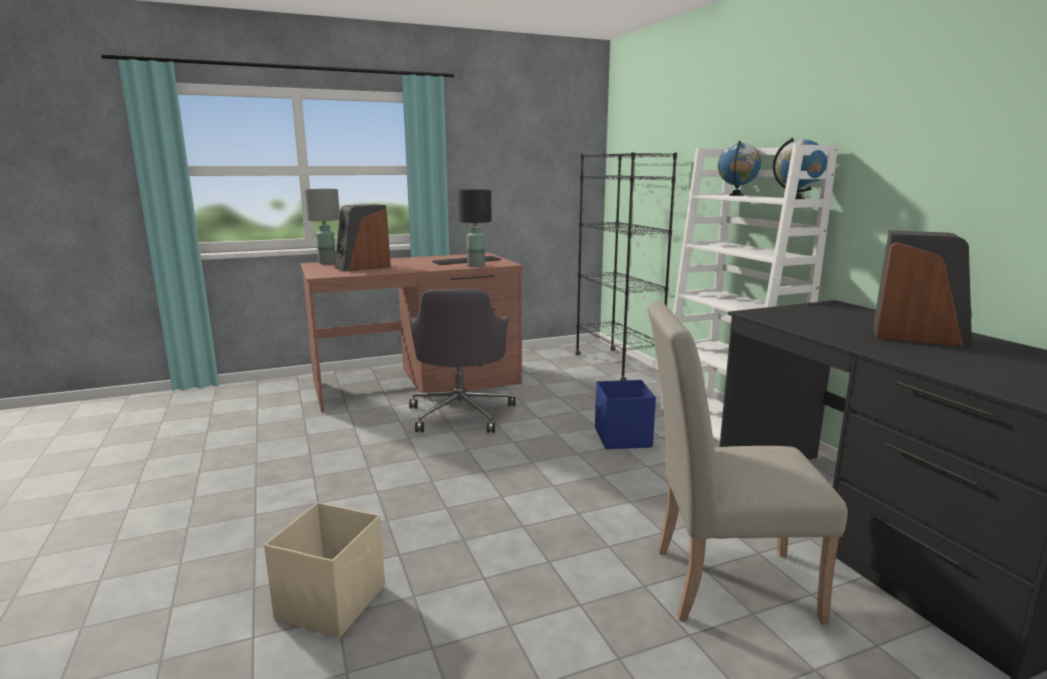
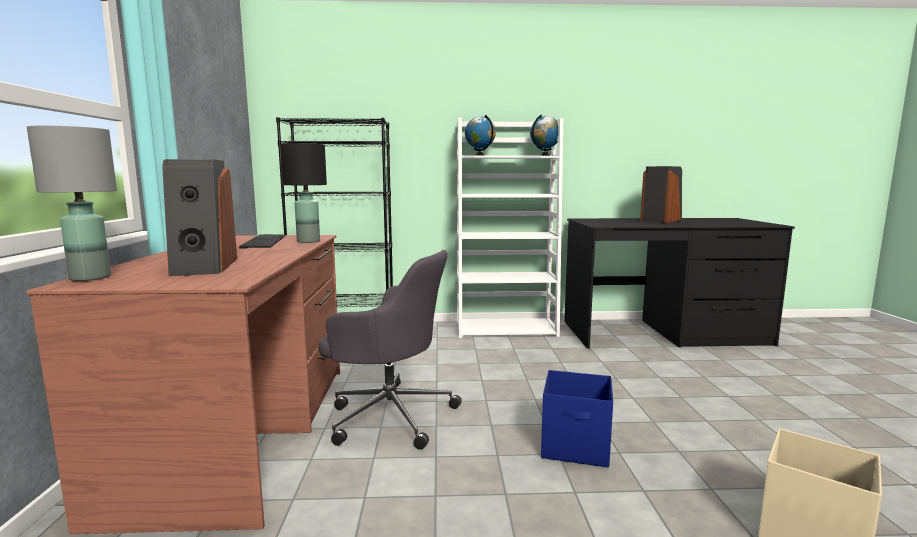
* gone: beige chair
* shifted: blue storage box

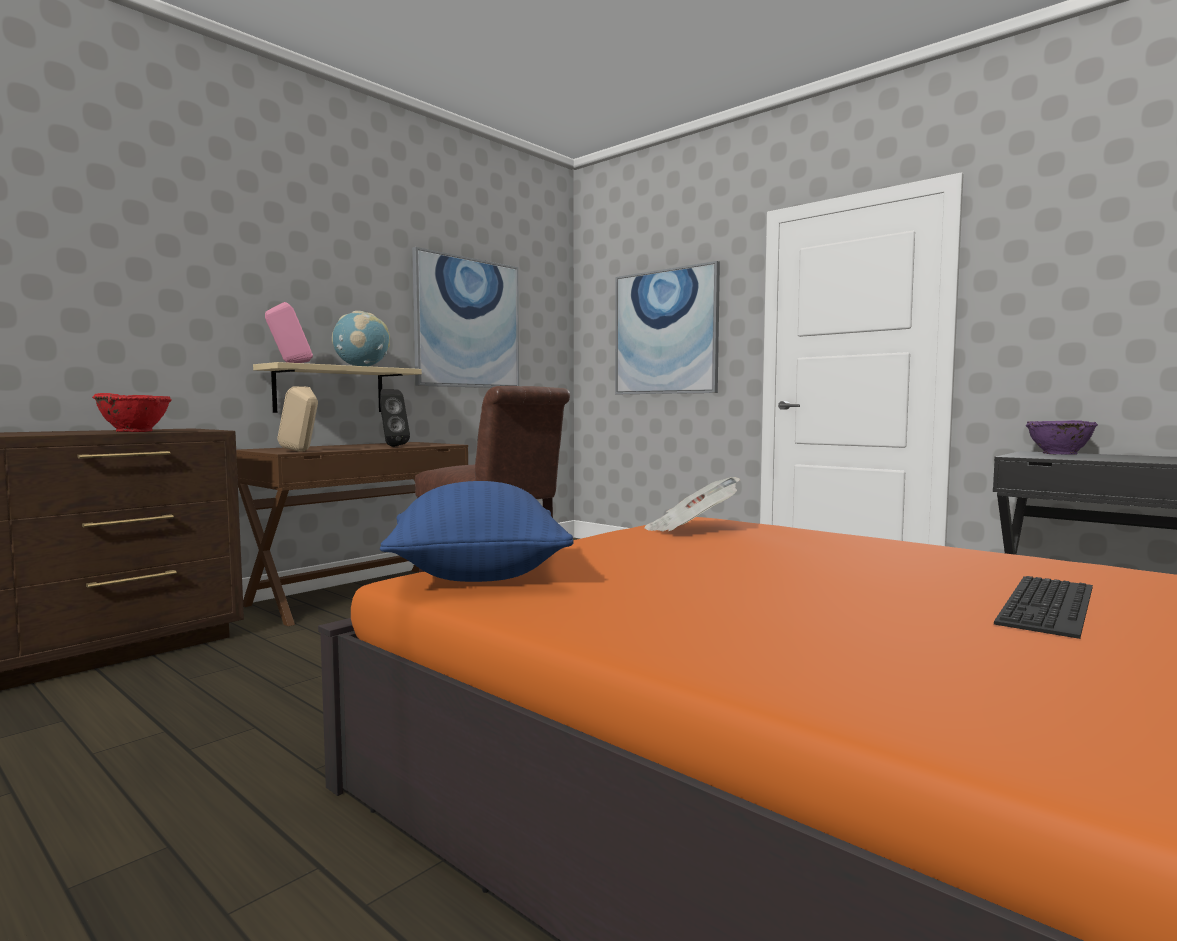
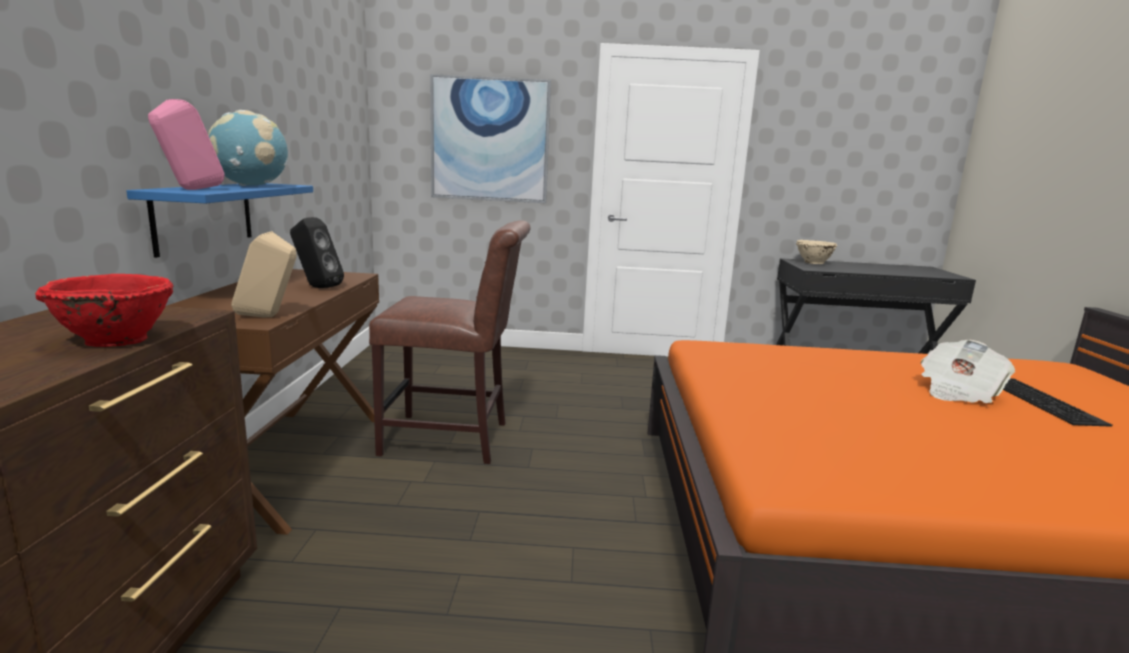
* gone: picture (no. 1 from left)
* repainted: beige shelf to blue shelf
* repainted: purple bowl to beige bowl
* shifted: newspaper
* gone: blue pillow

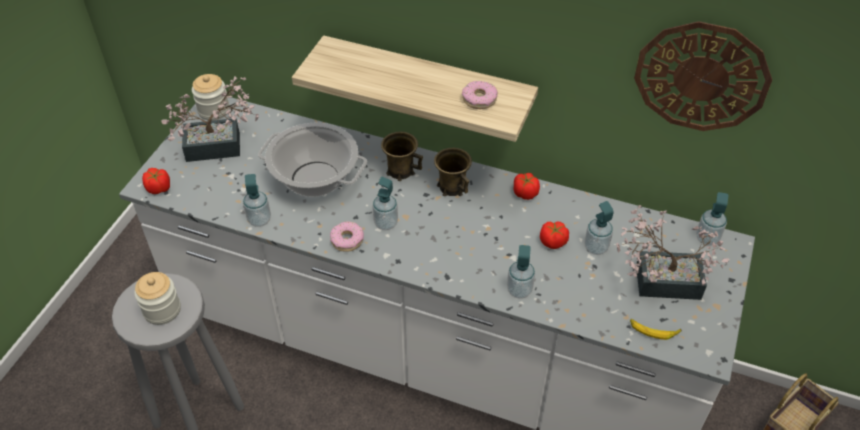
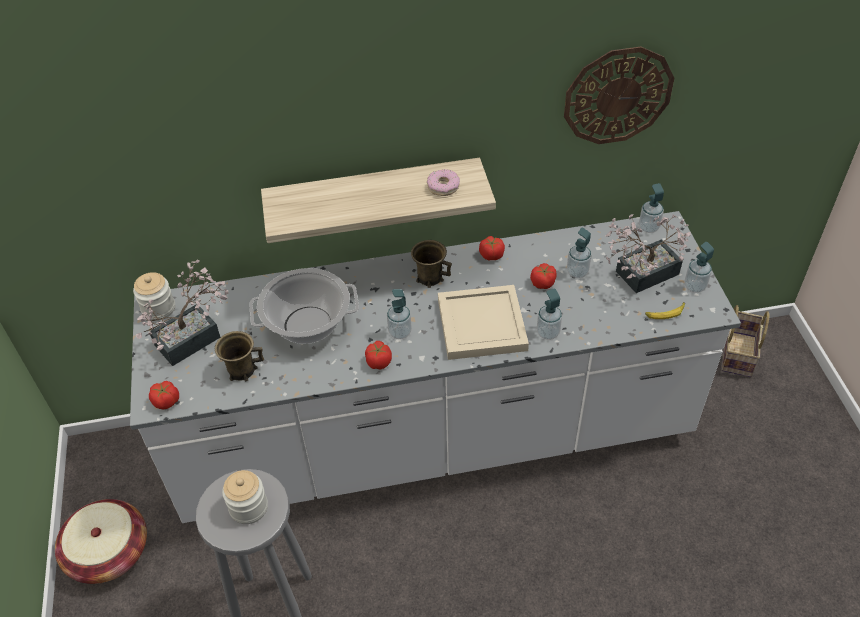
* shifted: brown mug (no. 1 from left)
* shifted: soap dispenser (no. 1 from left in the first image) to soap dispenser (no. 5 from left)
* swapped: donut (no. 1 from left) to tomato (no. 2 from left)
* new: beige tray
* new: basket (no. 1 from left)

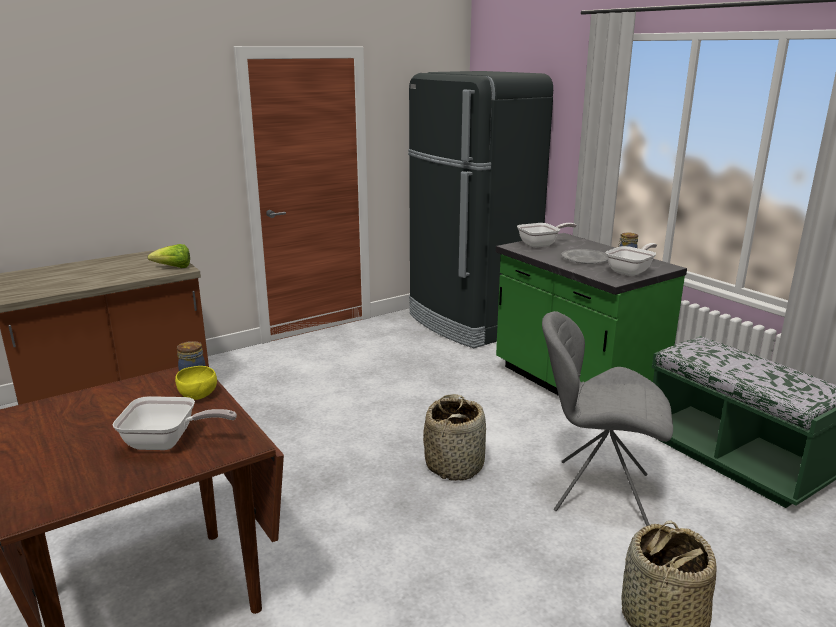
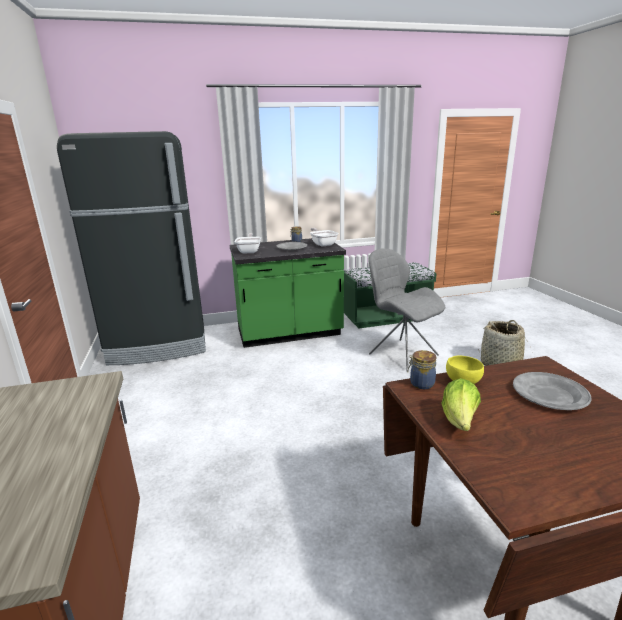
* shifted: lettuce
* rotated: grey chair 105 degrees clockwise
* gone: basket (no. 1 from left)
* swapped: frying pan (no. 1 from left) to grey plate (no. 2 from left)

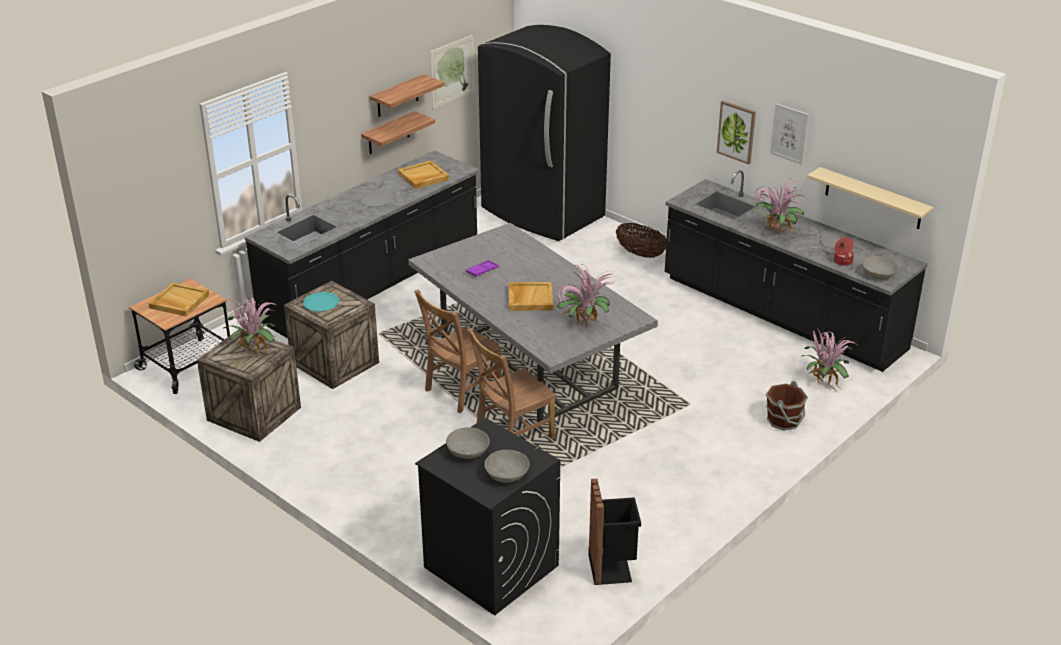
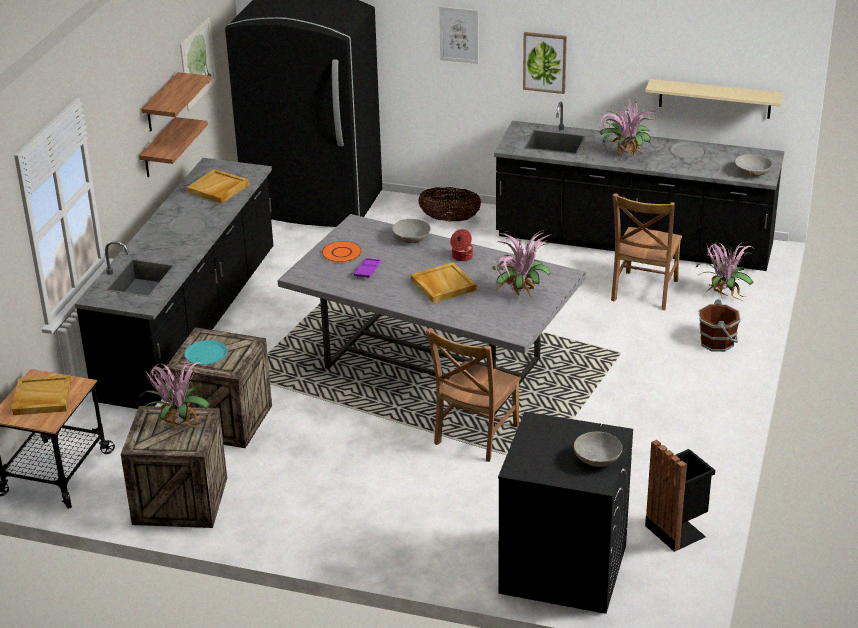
* shifted: picture (no. 3 from left in the first image) to picture (no. 2 from left)
* shifted: cooking pot
* shifted: brown chair (no. 1 from left in the first image) to brown chair (no. 2 from left)
* shifted: grey bowl (no. 1 from left)
* new: orange plate

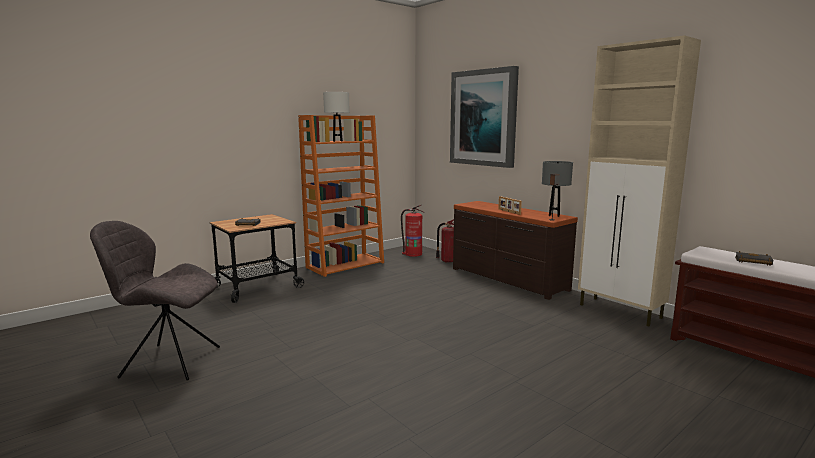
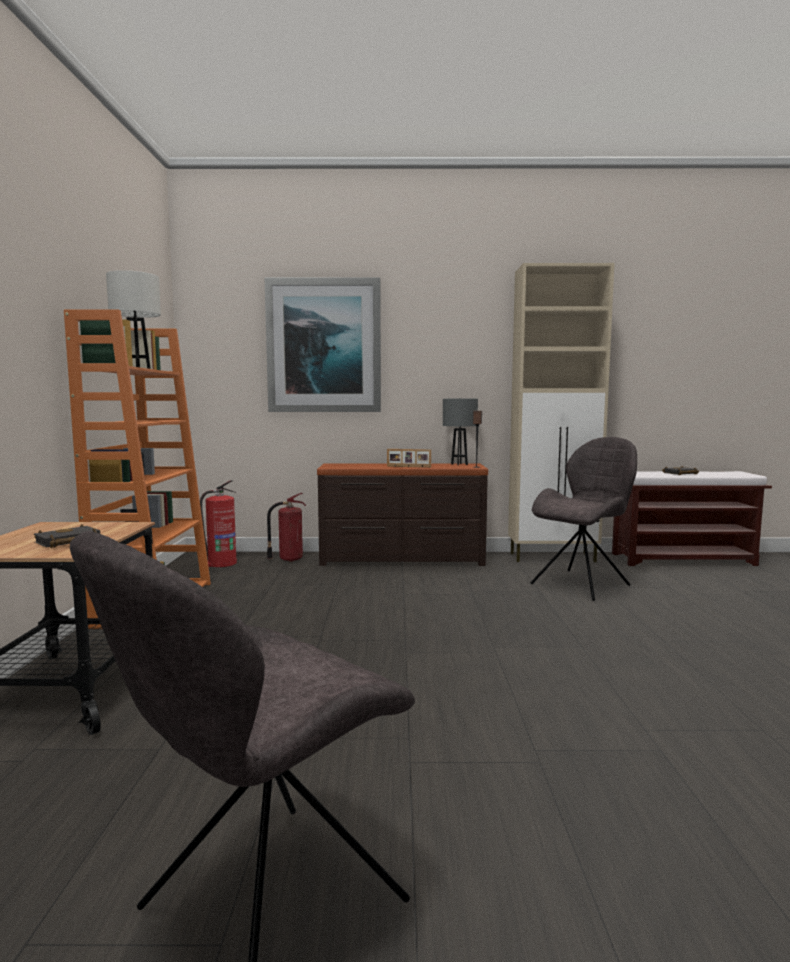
* new: grey chair (no. 2 from left)

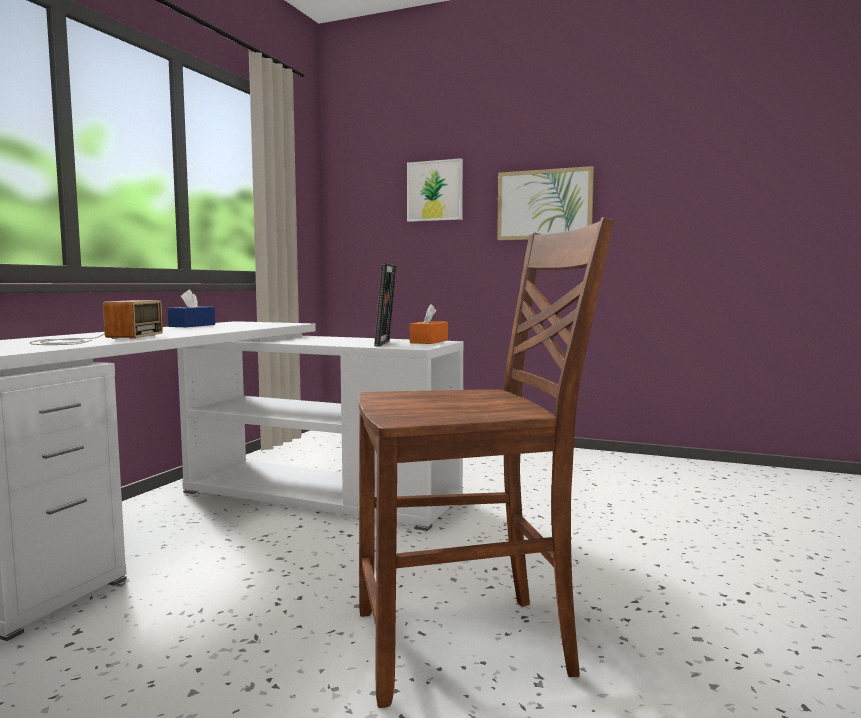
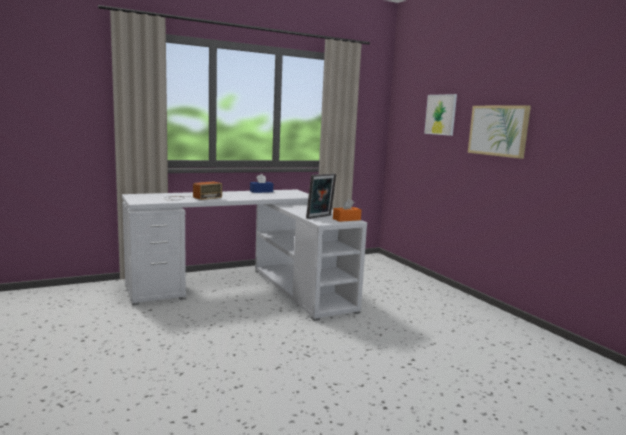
* gone: brown chair

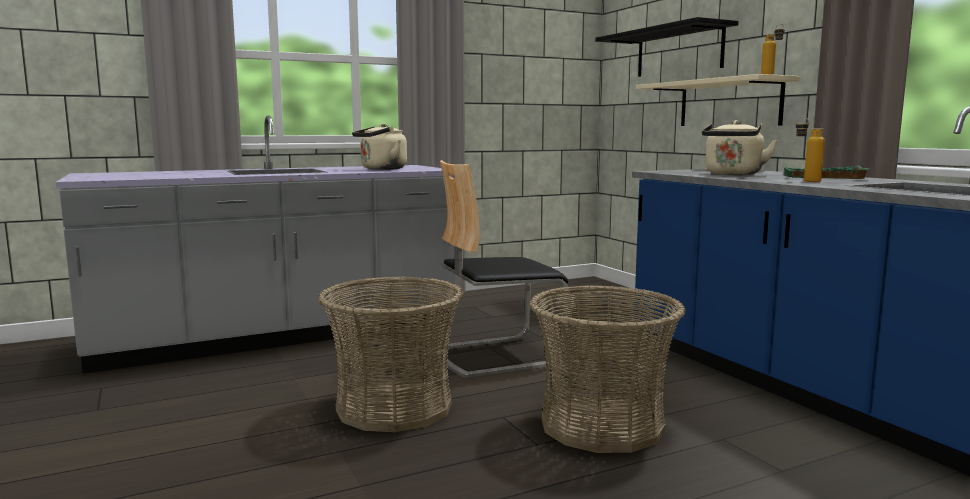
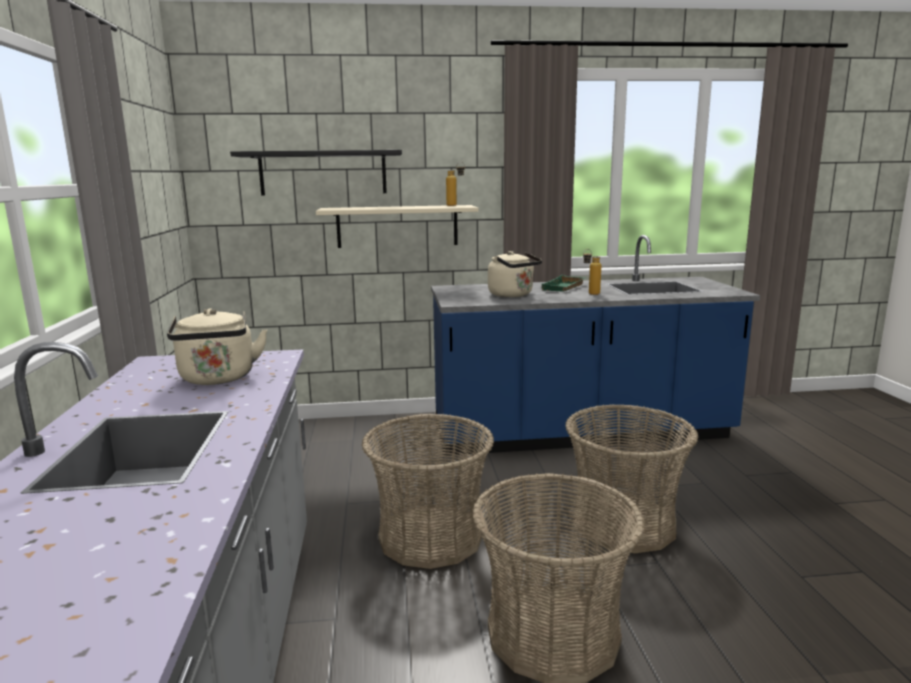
* swapped: chair to basket (no. 1 from left)

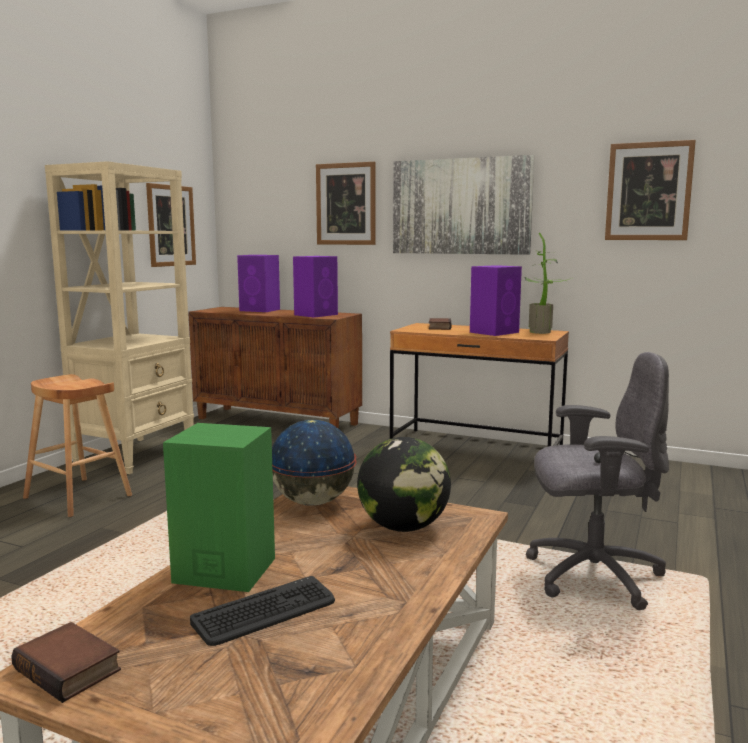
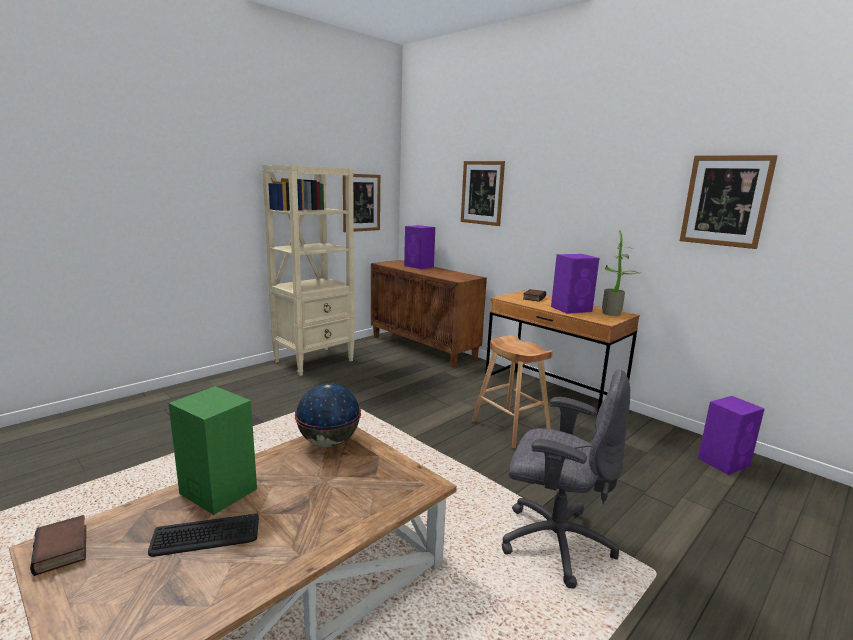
* gone: picture (no. 3 from left)
* shifted: purple speaker (no. 2 from left in the first image) to purple speaker (no. 3 from left)
* shifted: brown stool
* gone: globe (no. 2 from left)

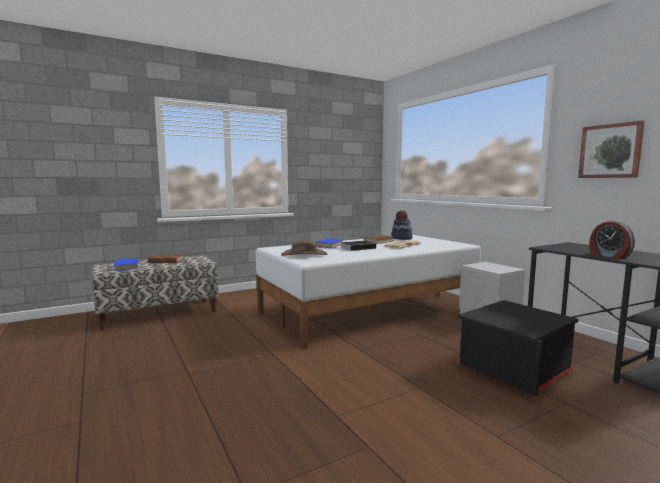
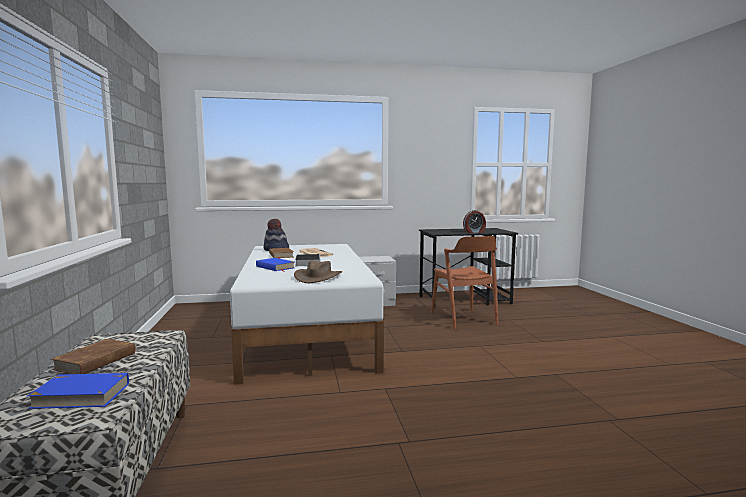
* gone: picture
* swapped: black storage box to brown chair

